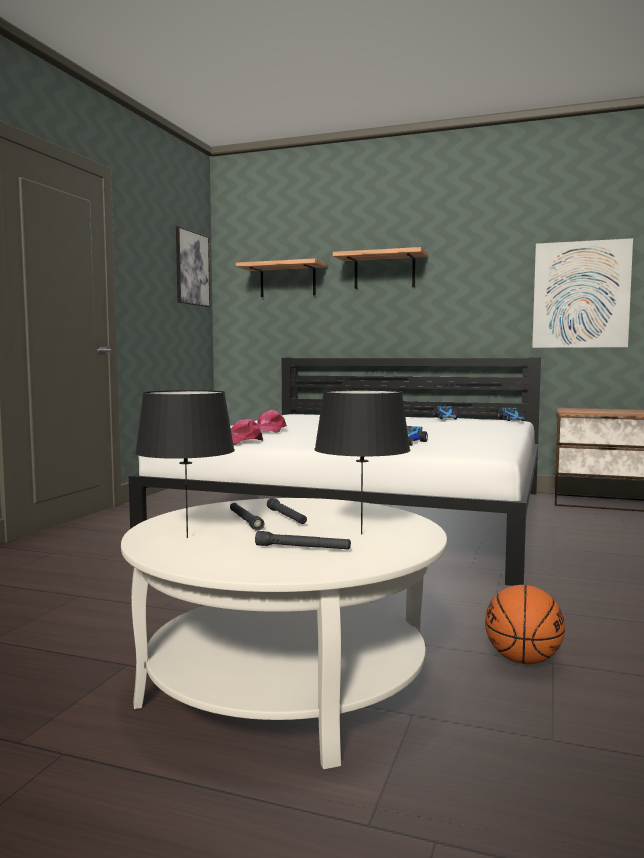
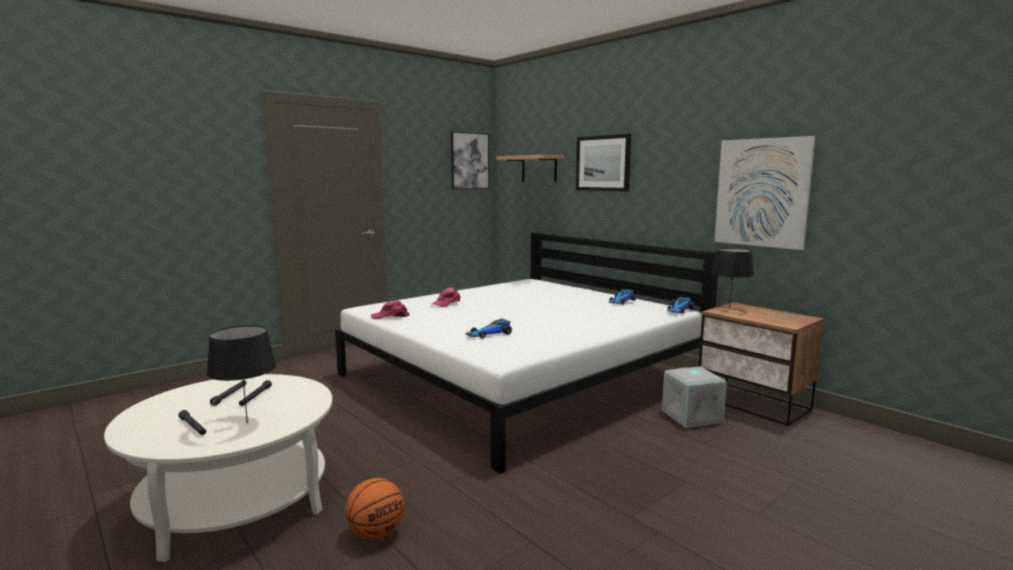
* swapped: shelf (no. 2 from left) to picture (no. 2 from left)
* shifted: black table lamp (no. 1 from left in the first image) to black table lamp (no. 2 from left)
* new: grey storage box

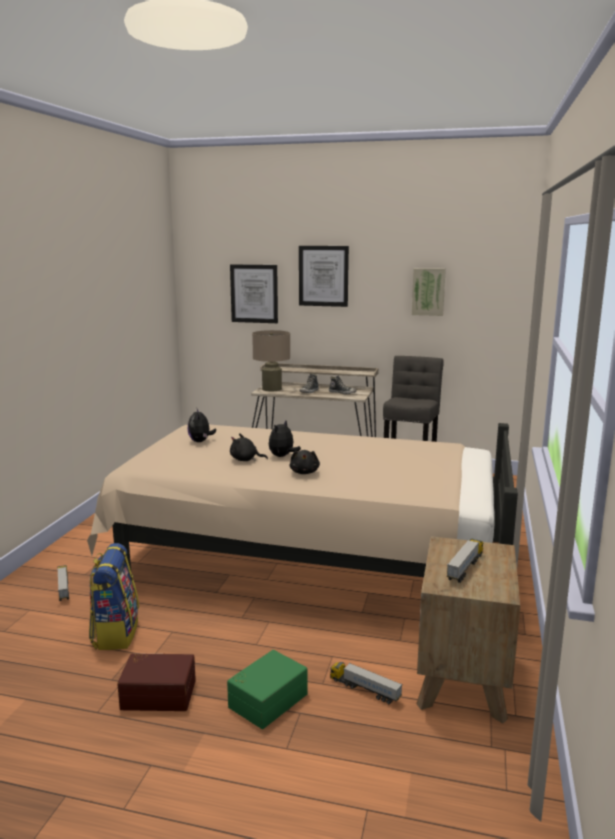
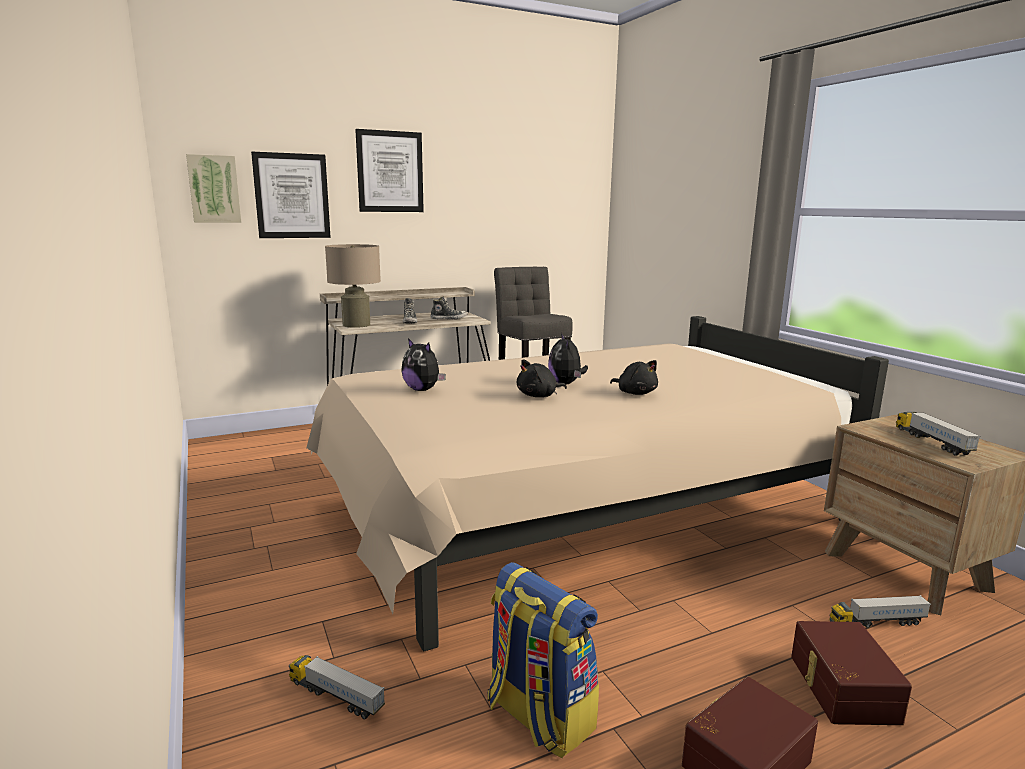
* shifted: picture (no. 3 from left in the first image) to picture (no. 1 from left)
* repainted: green storage box to brown storage box (no. 2 from left)

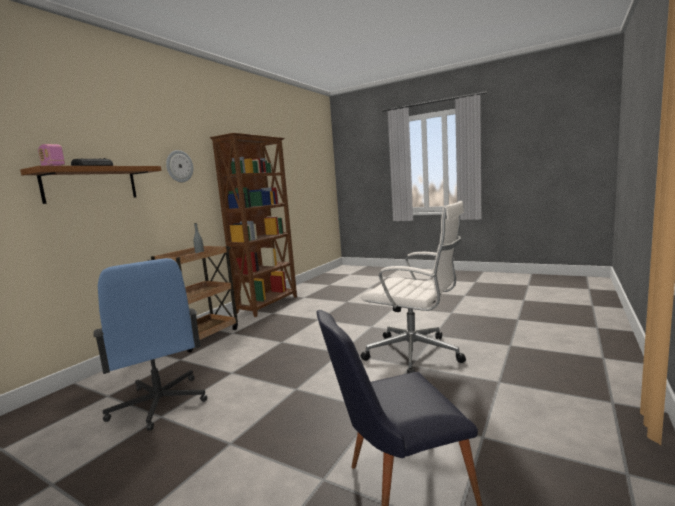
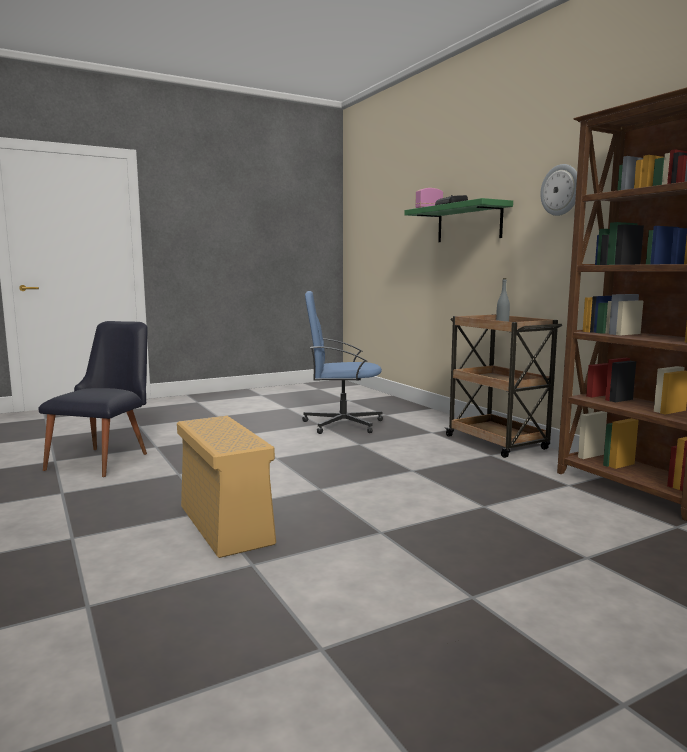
* repainted: brown shelf to green shelf
* swapped: white office chair to beige storage box

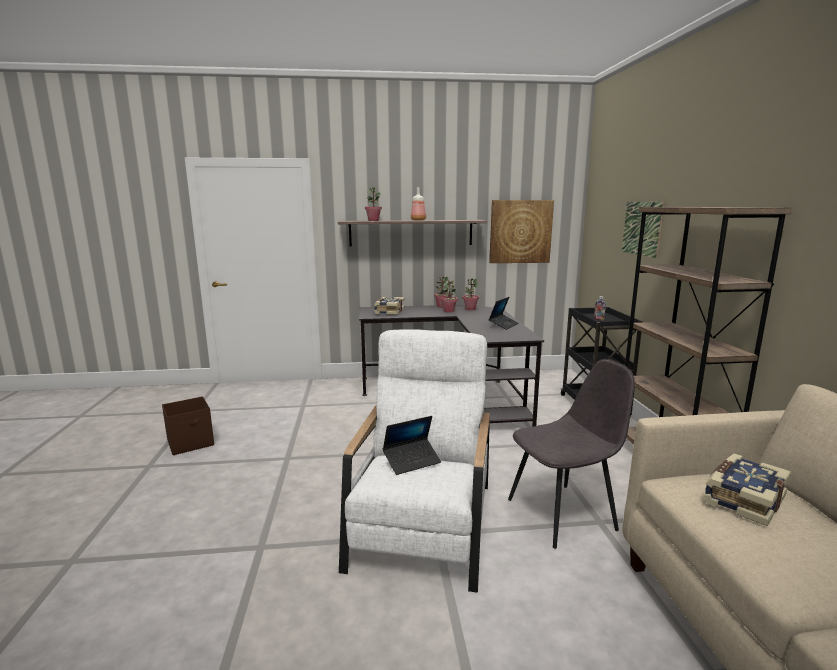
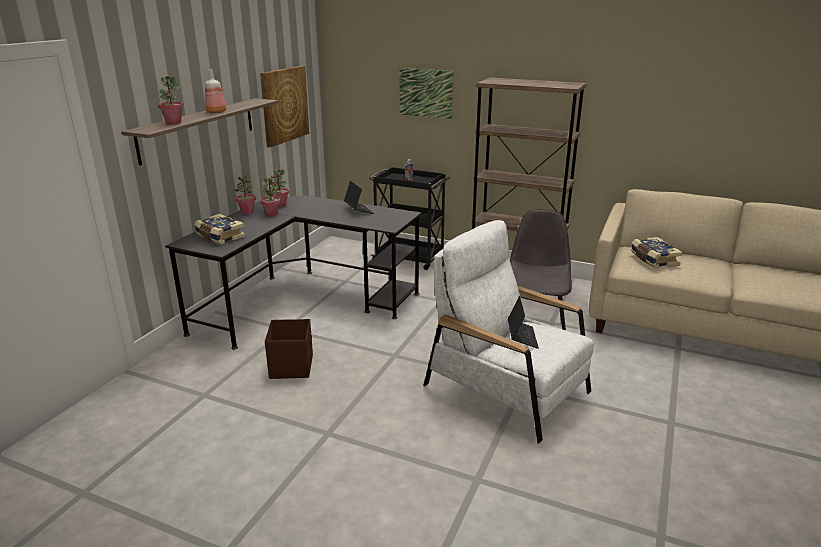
* shifted: brown storage box

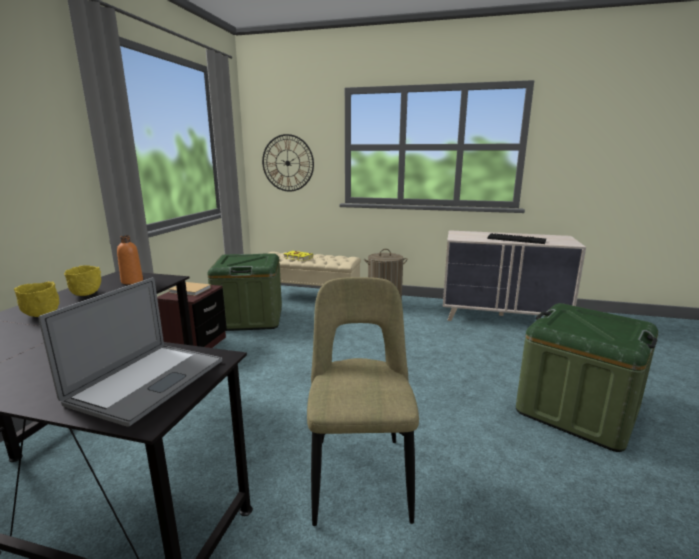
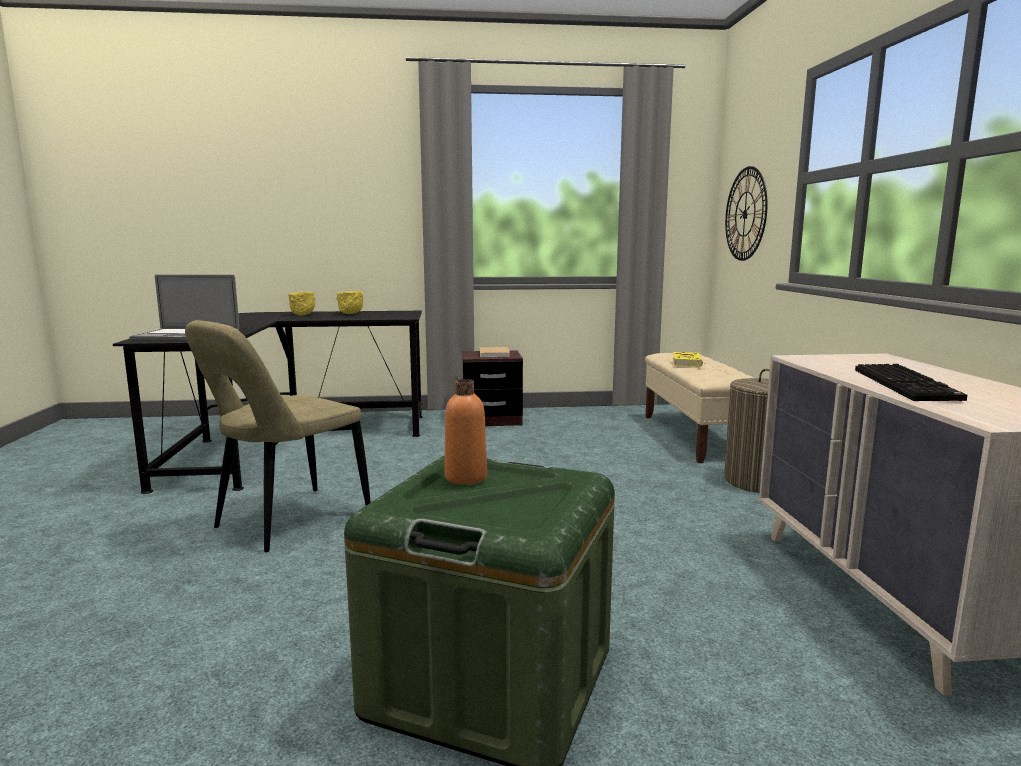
* shifted: orange bottle
* gone: green storage box (no. 1 from left)
* rotated: beige chair 150 degrees clockwise

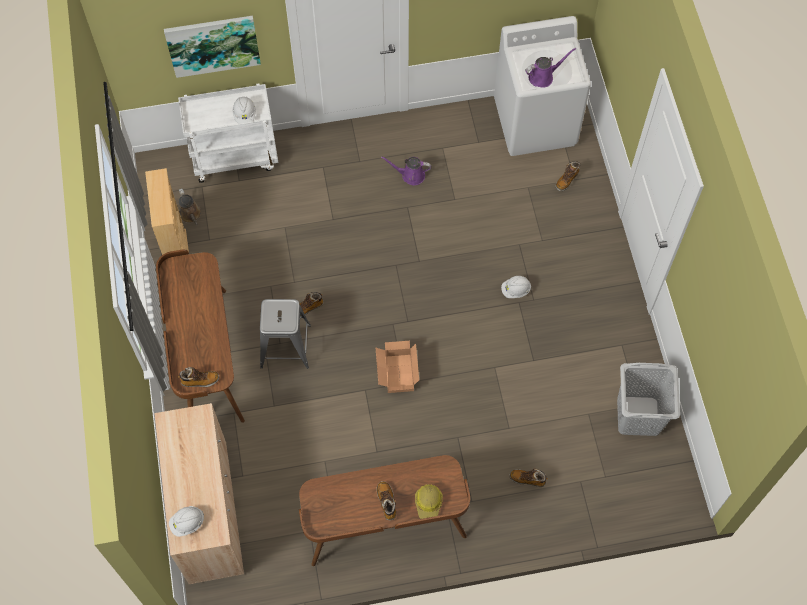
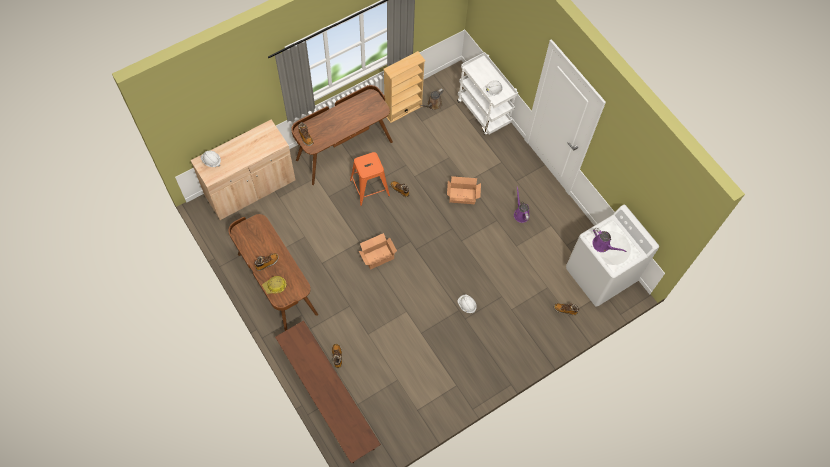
* gone: picture
* repainted: grey stool to orange stool
* gone: grey laundry basket
* new: cardboard box (no. 2 from left)
* new: brown bench

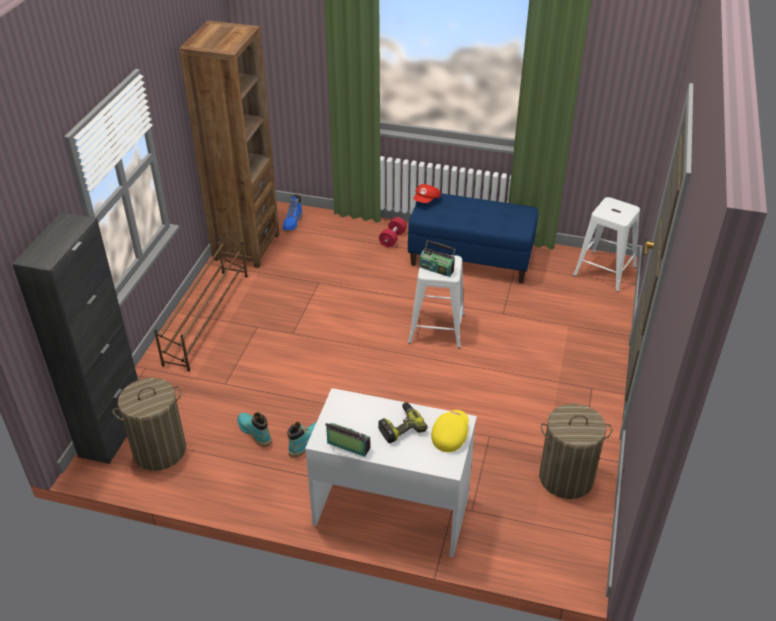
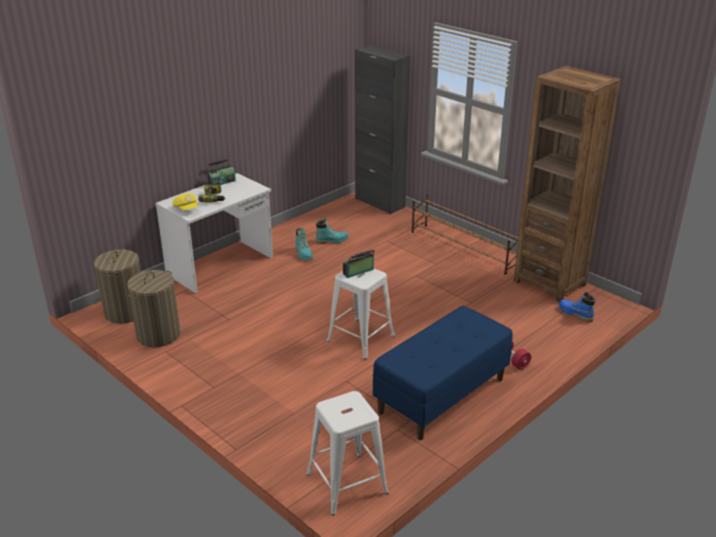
* gone: red cap
* shifted: laundry basket (no. 1 from left)

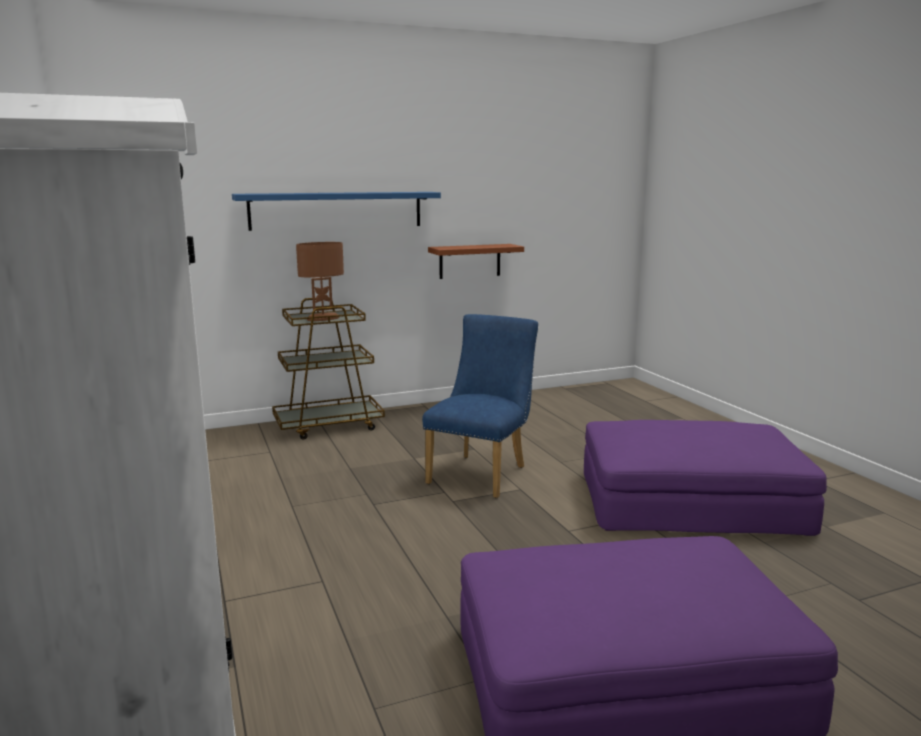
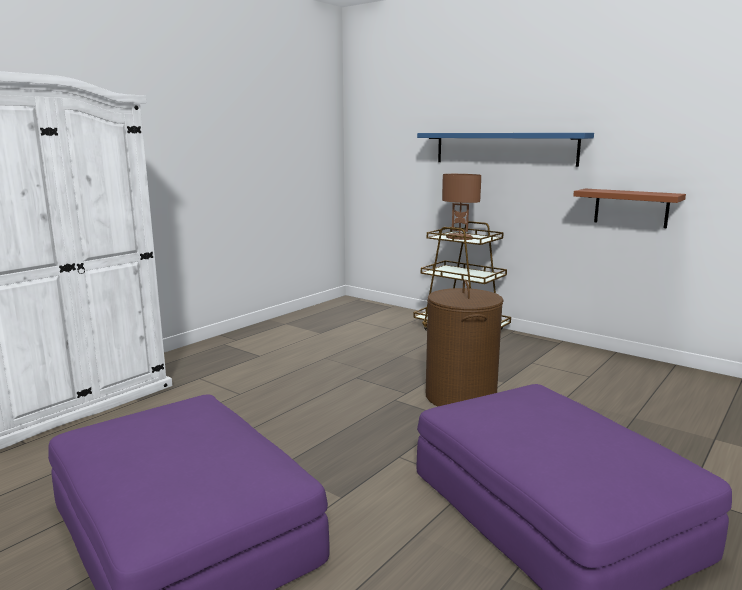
* swapped: blue chair to brown laundry basket

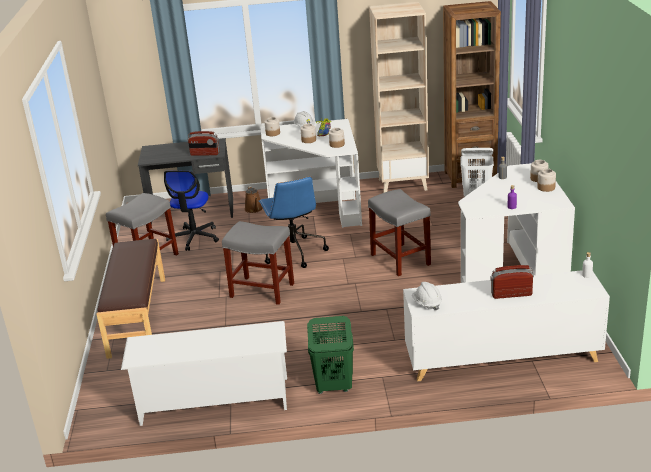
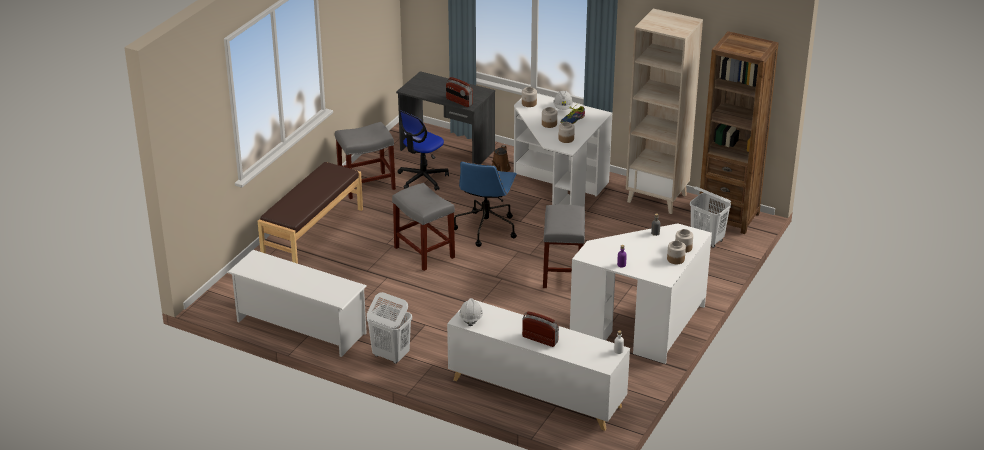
* repainted: green laundry basket to white laundry basket (no. 1 from left)

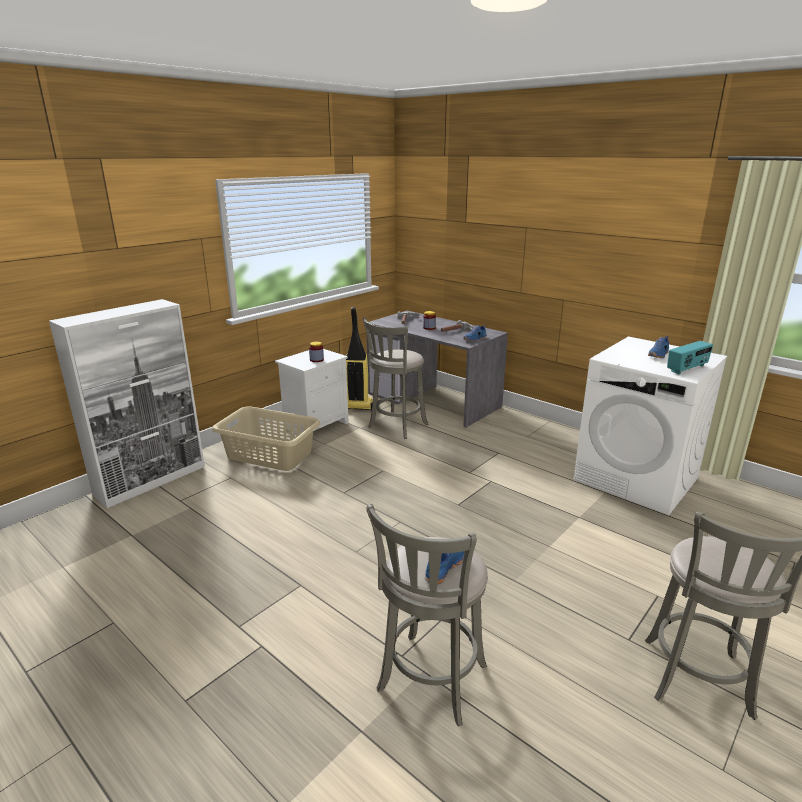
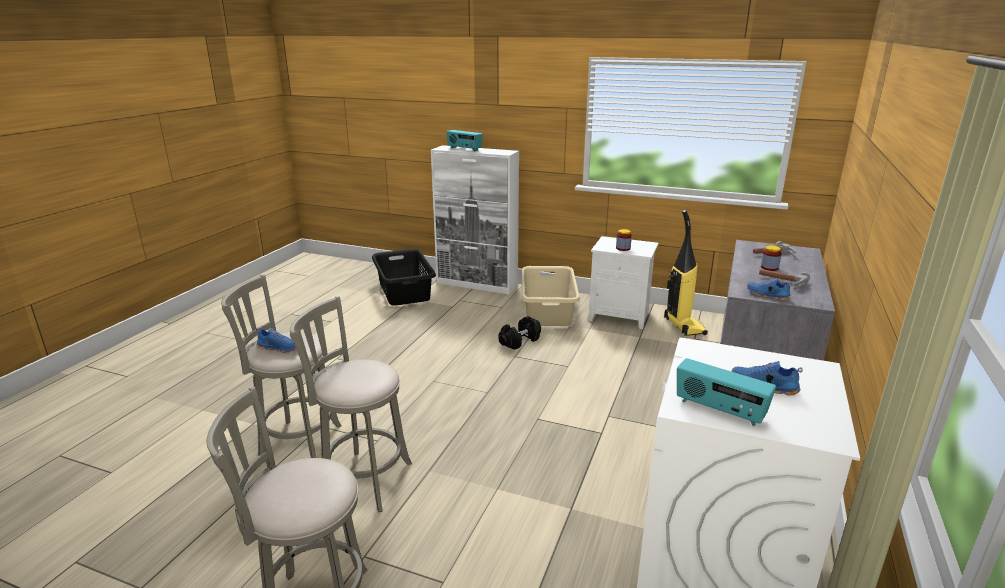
* shifted: grey stool (no. 1 from left in the first image) to grey stool (no. 3 from left)
* new: radio (no. 1 from left)
* new: black laundry basket
* new: black dumbbell

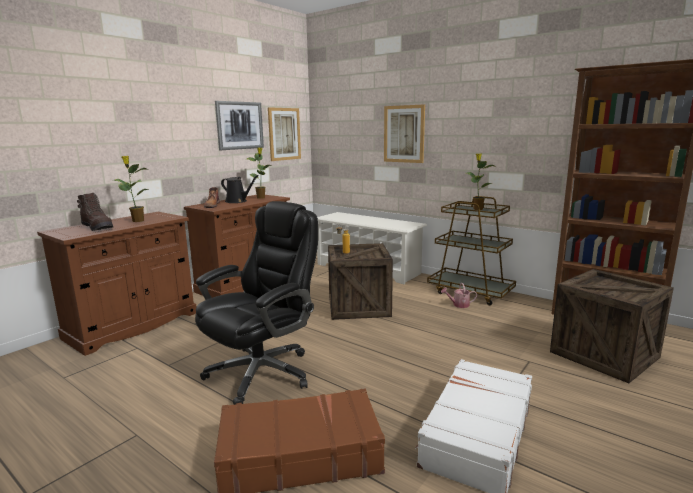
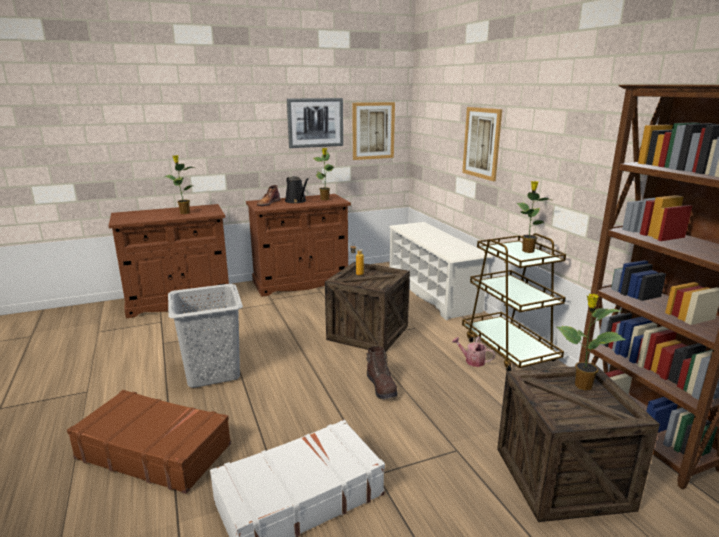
* shifted: brown boot (no. 1 from left in the first image) to brown boot (no. 2 from left)
* swapped: black office chair to grey laundry basket
* new: potted plant (no. 4 from left)

